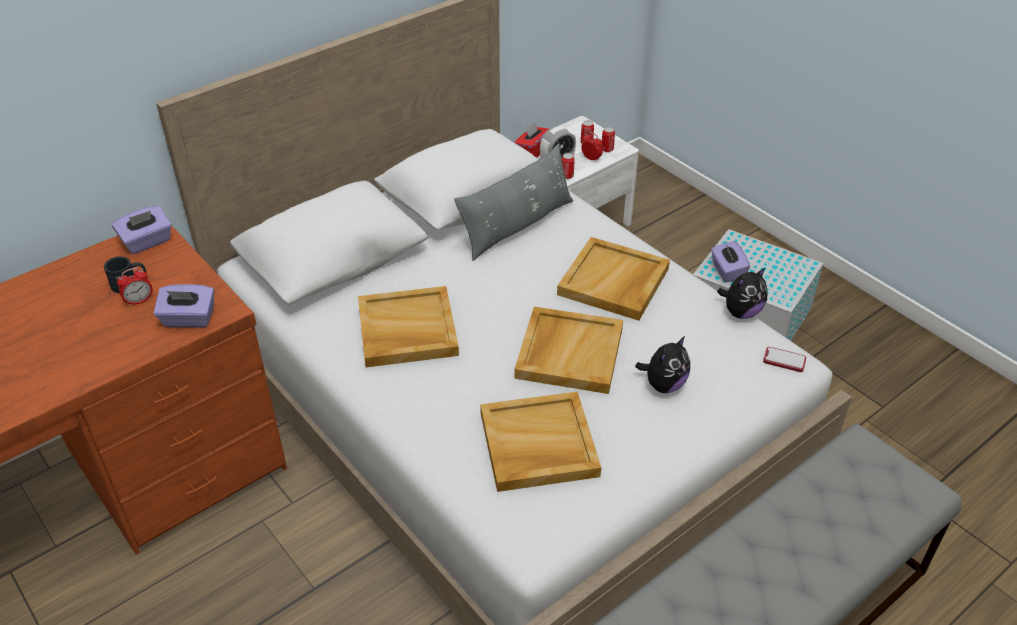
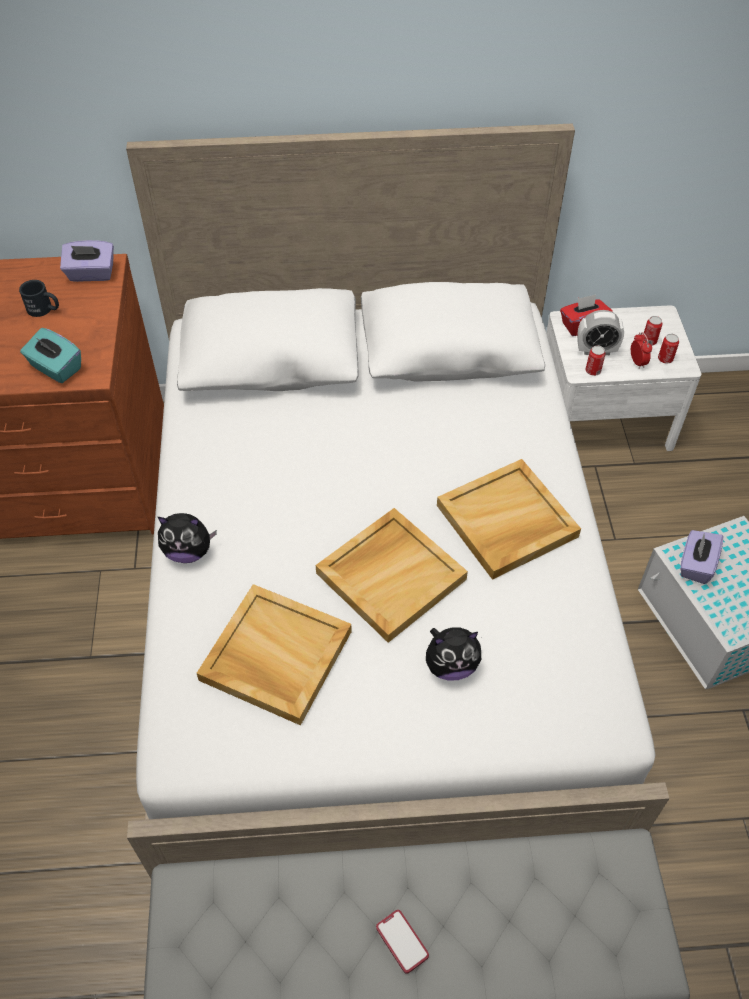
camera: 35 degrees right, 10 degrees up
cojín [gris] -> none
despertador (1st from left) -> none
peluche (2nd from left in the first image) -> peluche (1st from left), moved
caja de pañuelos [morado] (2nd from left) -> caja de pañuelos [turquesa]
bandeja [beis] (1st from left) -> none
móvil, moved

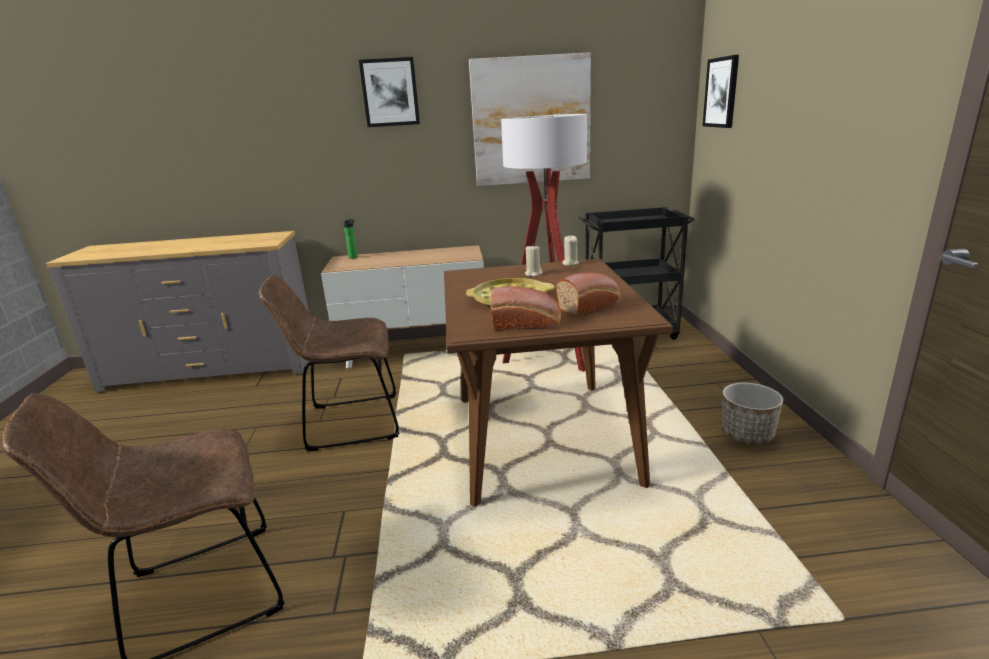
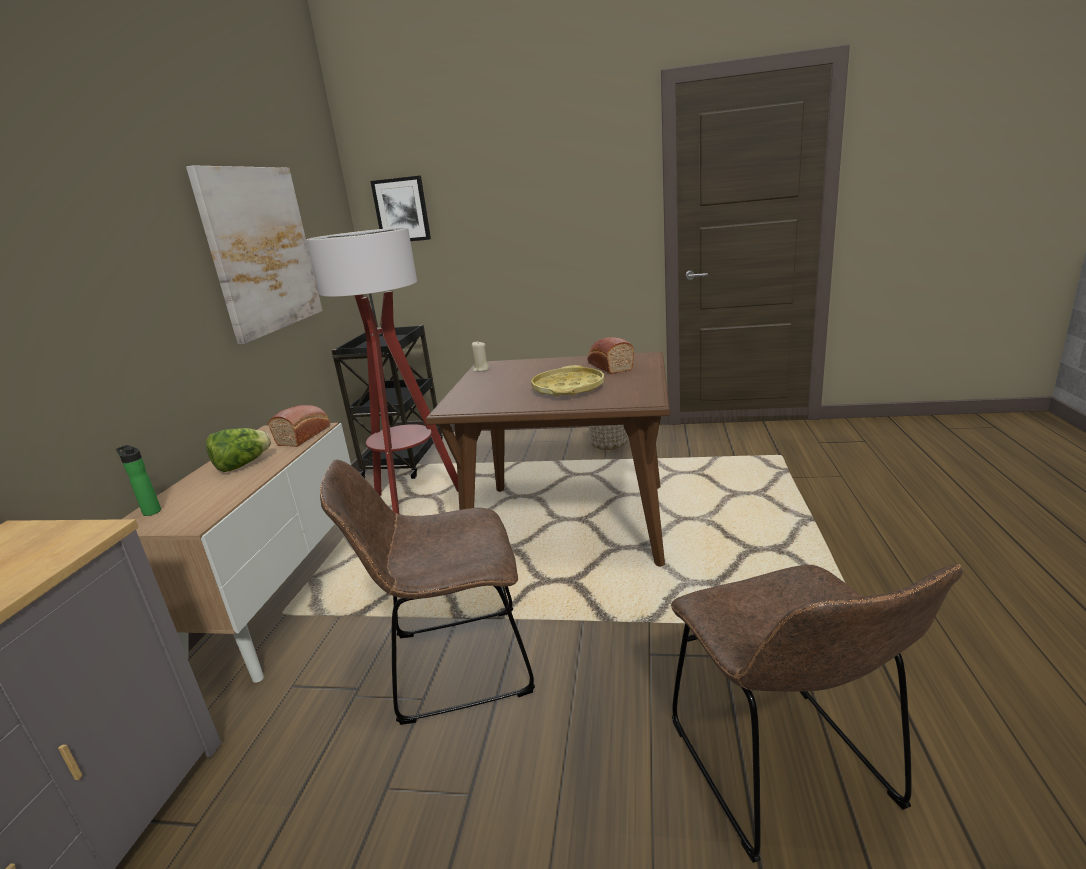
camera: 75 degrees left, 0 degrees up
cuadro (1st from left) -> none
vela [beis] (1st from left) -> none
silla [marrón] (2nd from left in the first image) -> silla [marrón] (1st from left), 75 degrees clockwise
pan (1st from left), moved
none -> lechuga

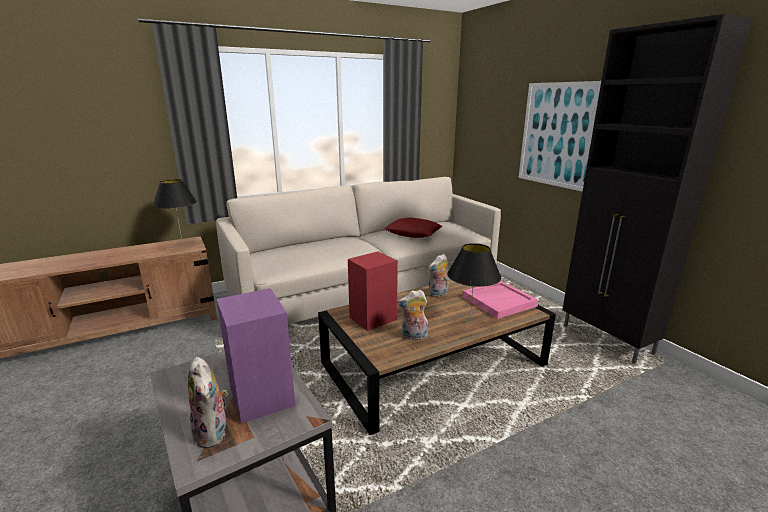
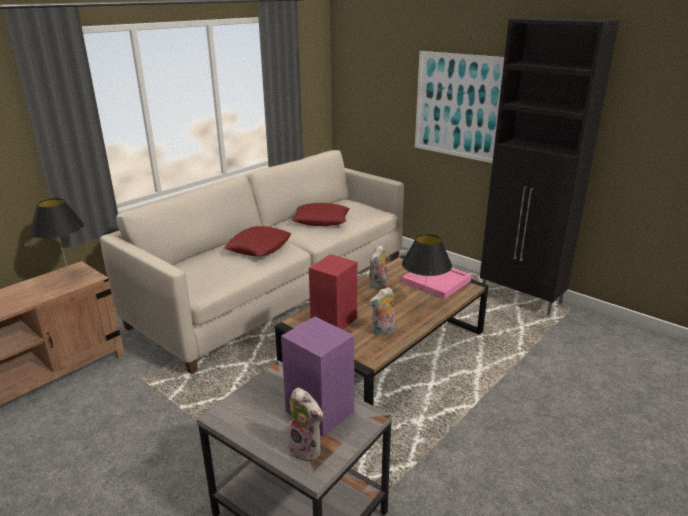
camera: 20 degrees left, 5 degrees up
none -> cojín [rojo] (1st from left)

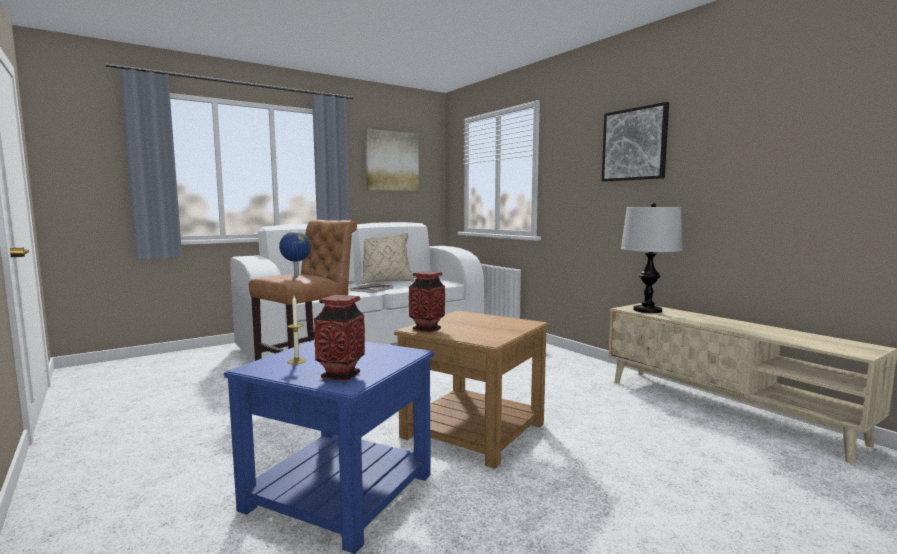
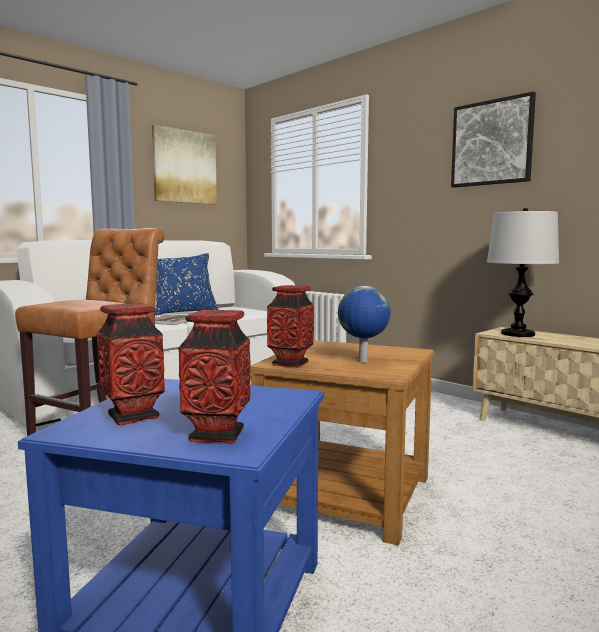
camera: 10 degrees left, 0 degrees up
globo terráqueo, moved
cojín [beis] -> cojín [azul]
vela -> florero (1st from left)

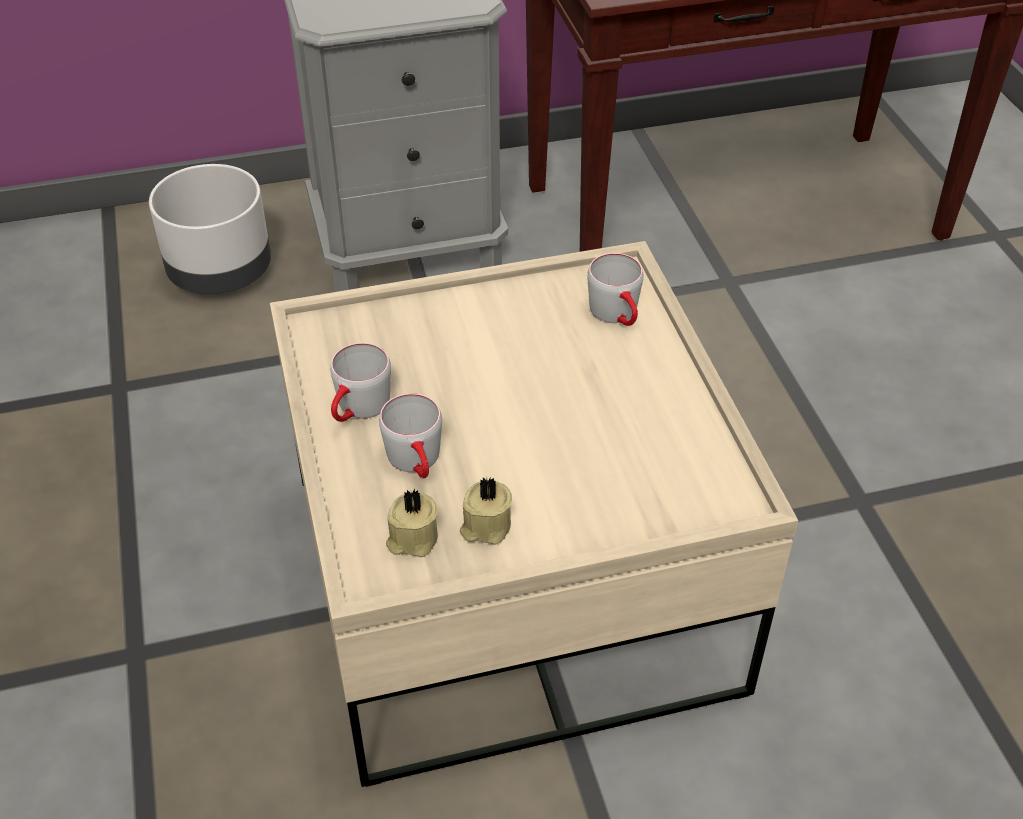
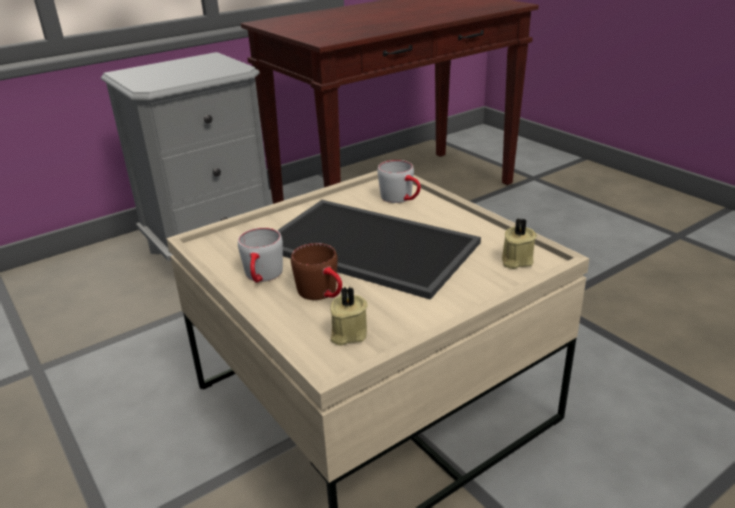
camera: 20 degrees left, 15 degrees down
maceta [gris] -> none
taza grande [gris] (2nd from left) -> taza grande [marrón]
vela [beis] (2nd from left), moved
none -> bandeja

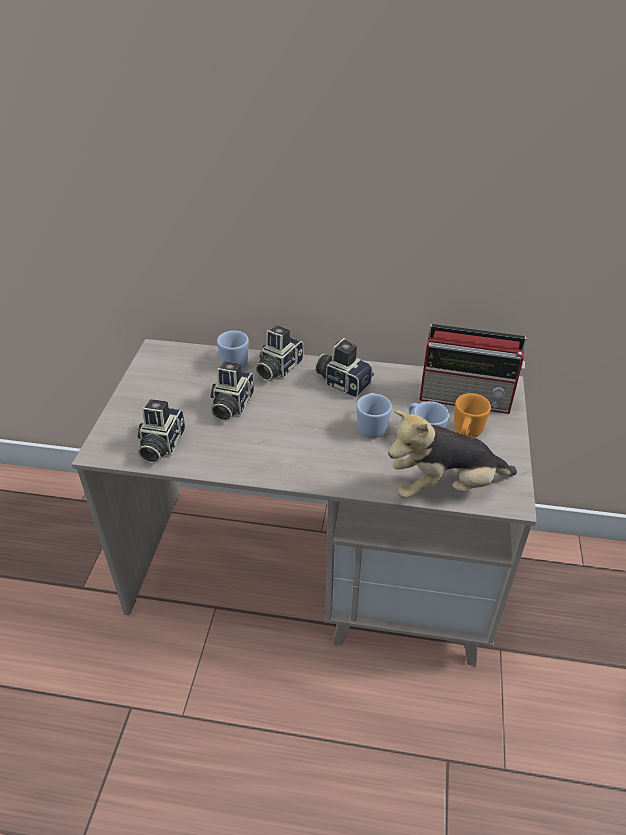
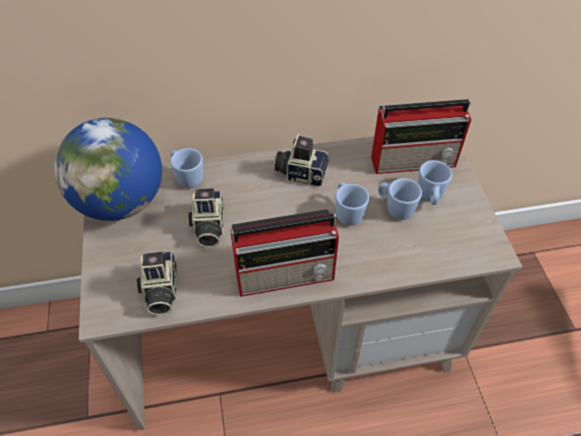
camera: 20 degrees left, 10 degrees up
cámara (3rd from left) -> none
taza grande [naranja] -> taza grande [azul] (4th from left)
peluche -> none
none -> globo terráqueo
none -> radio (1st from left)

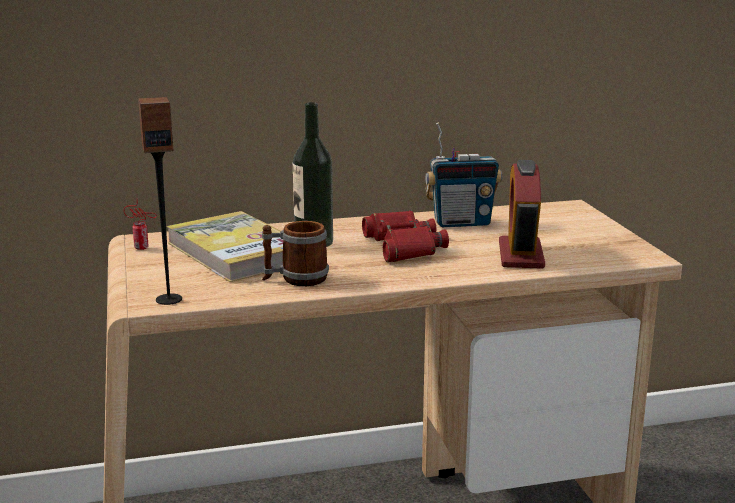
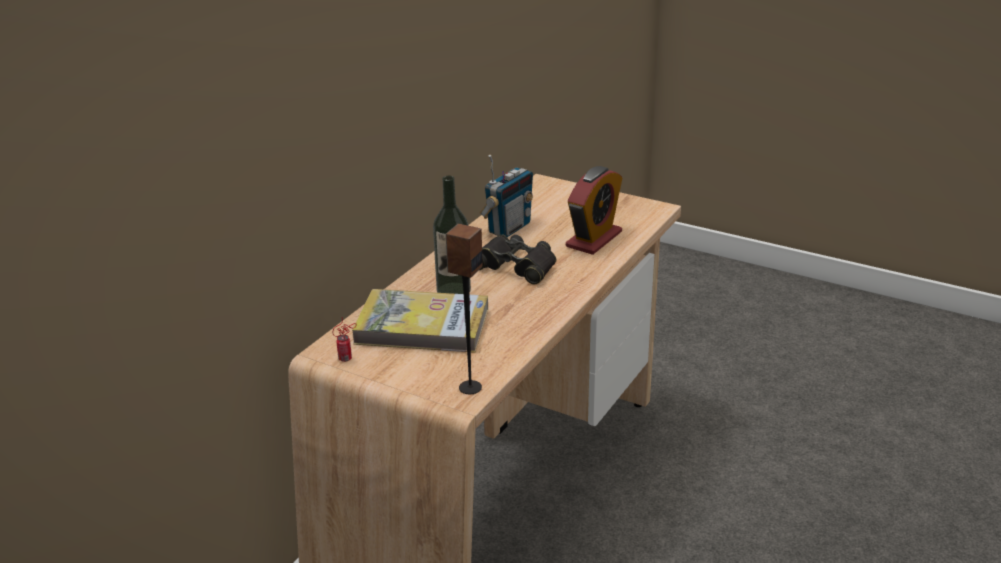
camera: 45 degrees left, 10 degrees up
despertador, 105 degrees counterclockwise
prismáticos [rojo] -> prismáticos [negro]
taza grande -> none

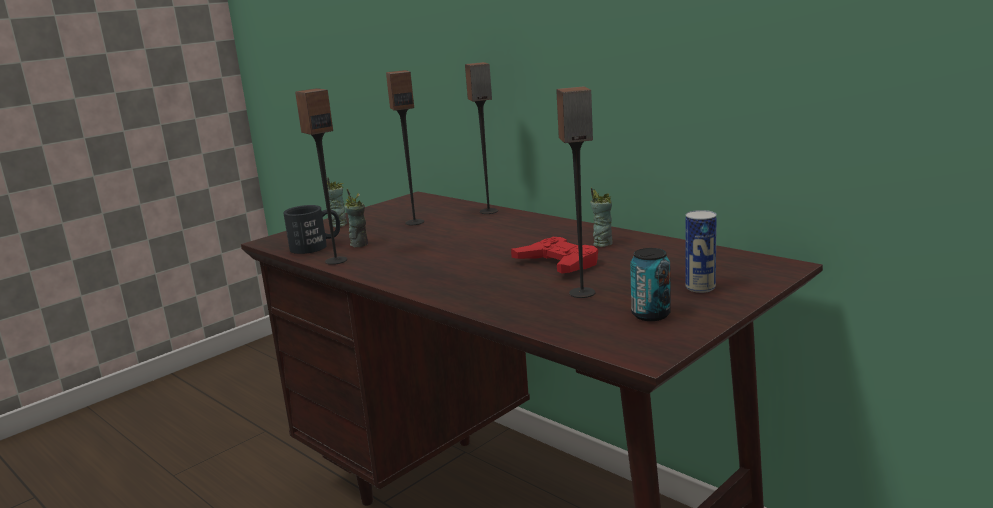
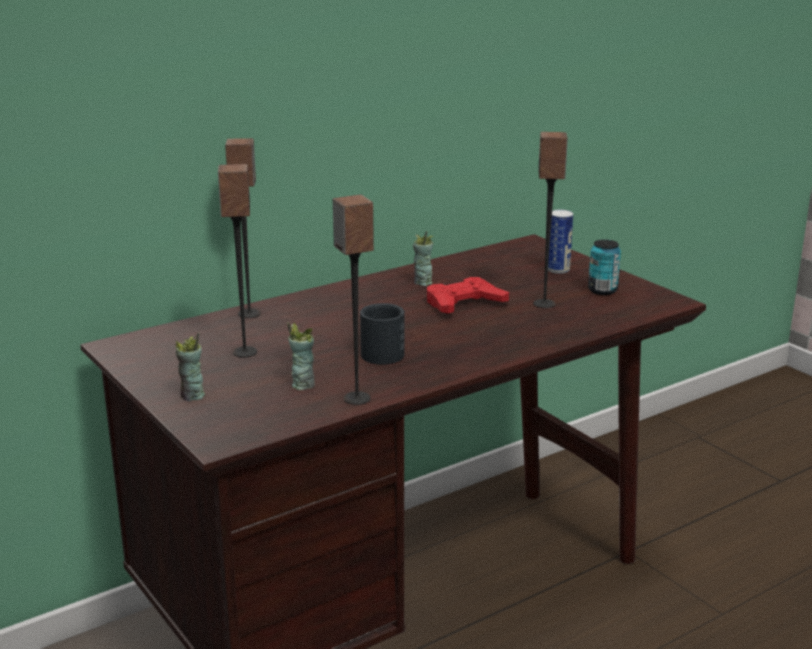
camera: 80 degrees left, 5 degrees up
taza grande [negro], moved

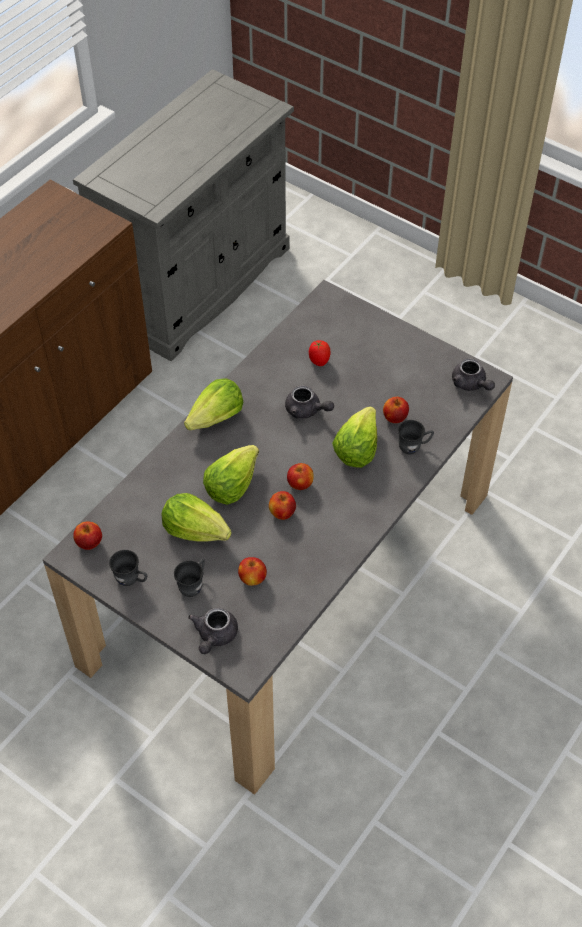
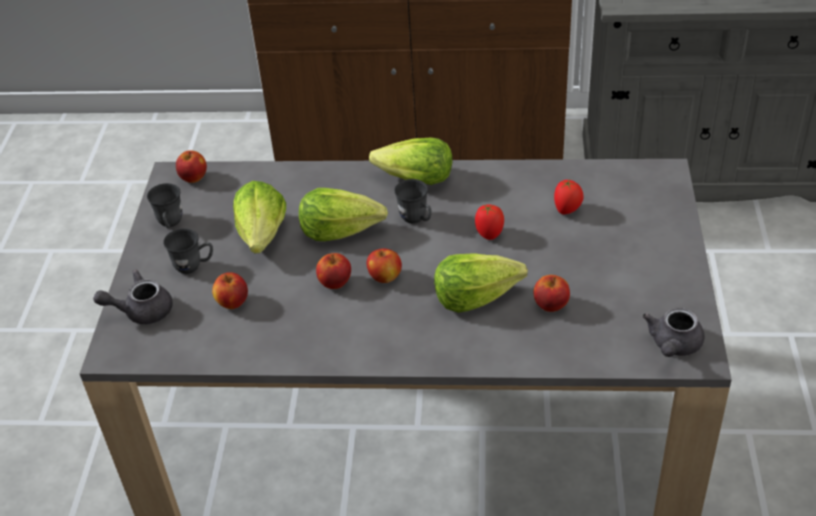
camera: 60 degrees right, 10 degrees down
tetera [gris] (2nd from left) -> tomate (1st from left)
taza grande [gris] (3rd from left), moved

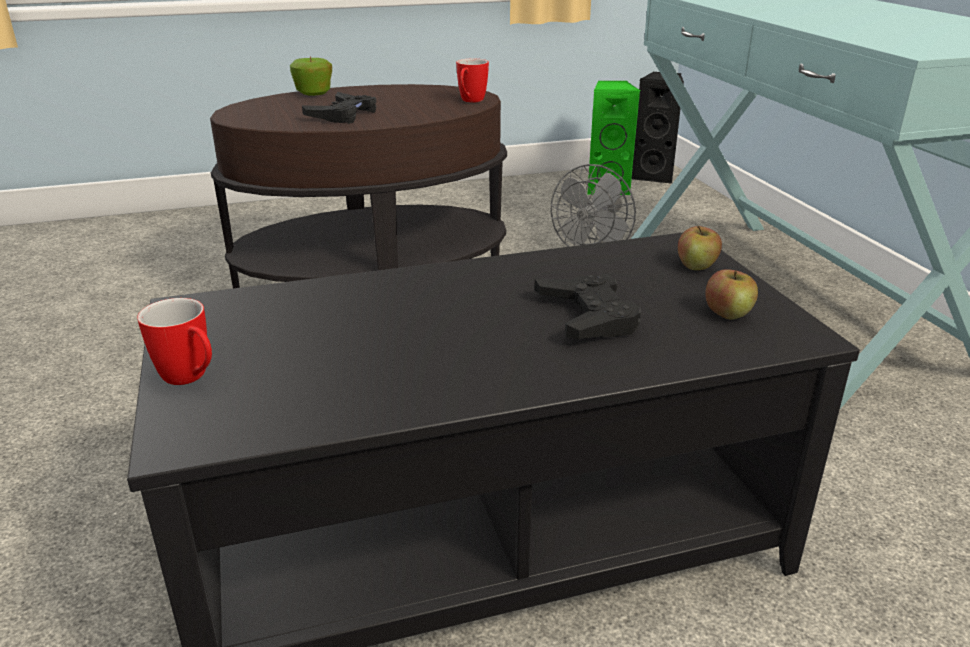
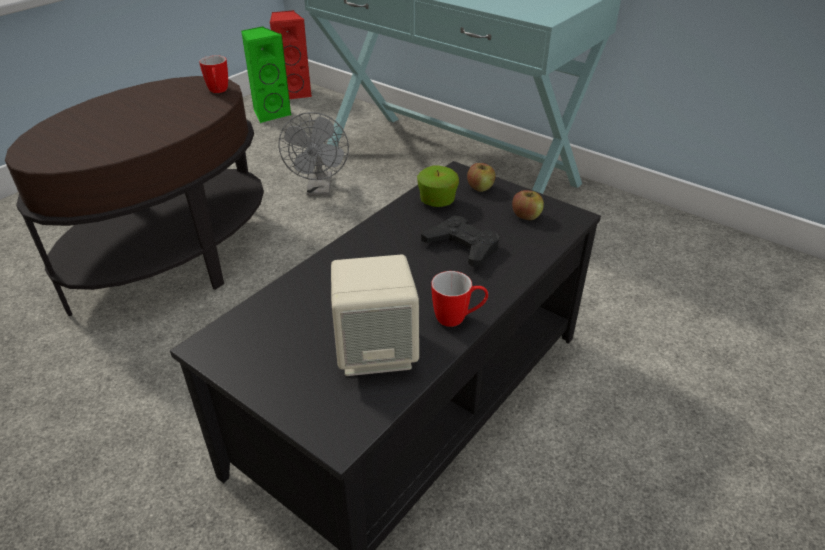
camera: 35 degrees left, 10 degrees up
manzana (1st from left), moved
altavoz [negro] -> altavoz [rojo]
mando de consola [negro] (1st from left) -> none
taza grande (1st from left in the first image) -> taza grande (2nd from left), moved
none -> altavoz [beis]

